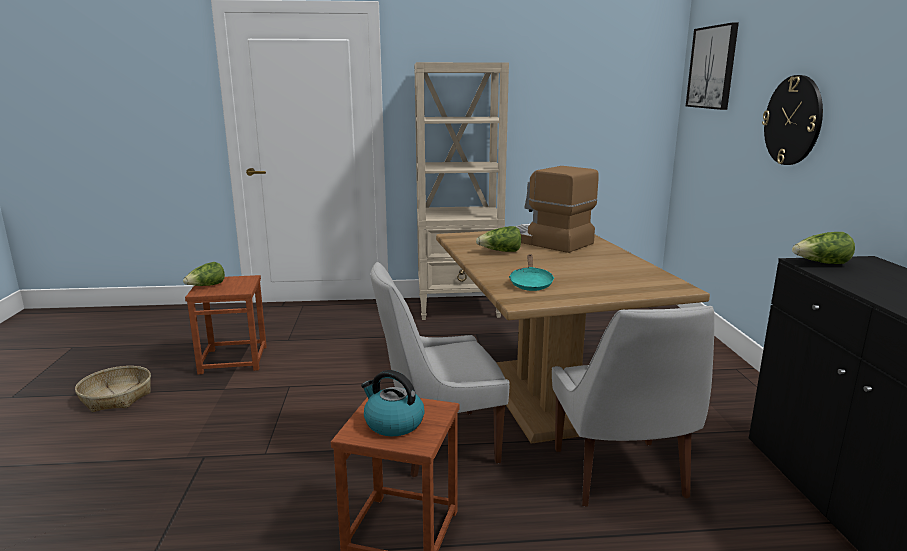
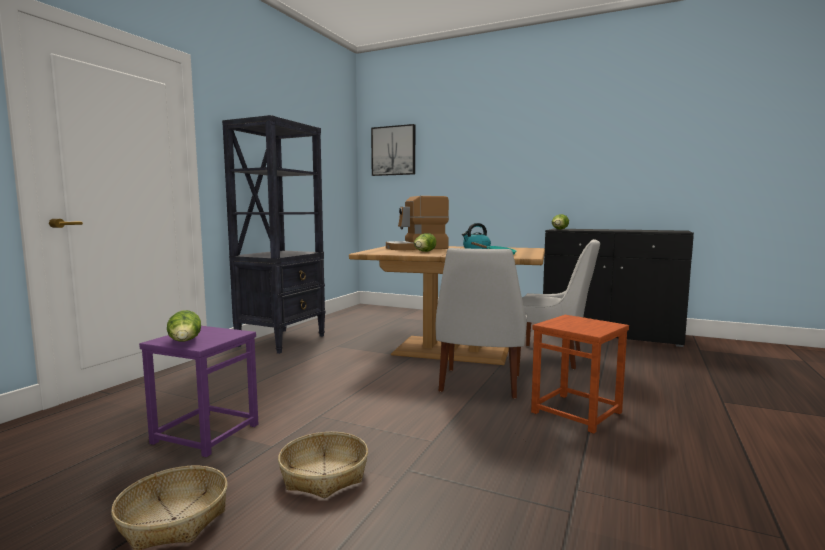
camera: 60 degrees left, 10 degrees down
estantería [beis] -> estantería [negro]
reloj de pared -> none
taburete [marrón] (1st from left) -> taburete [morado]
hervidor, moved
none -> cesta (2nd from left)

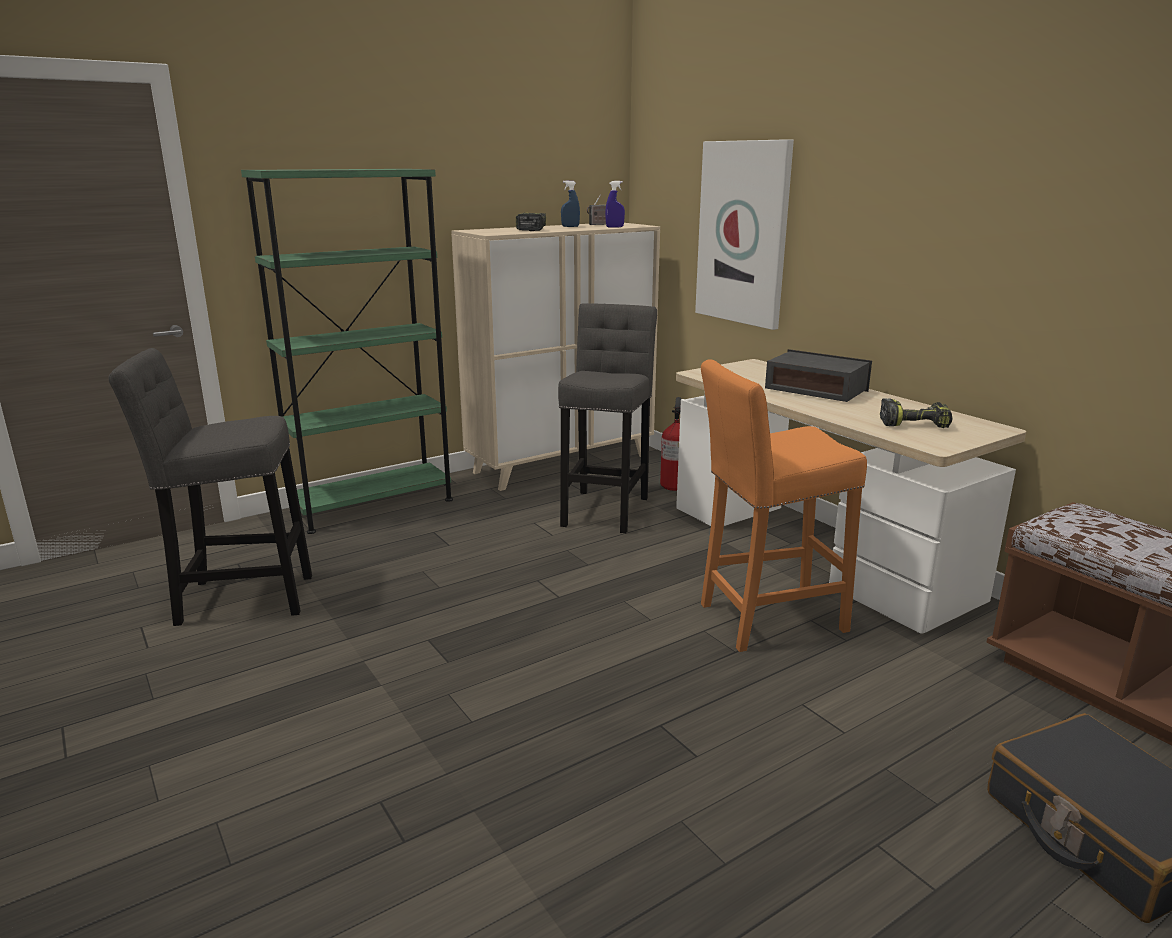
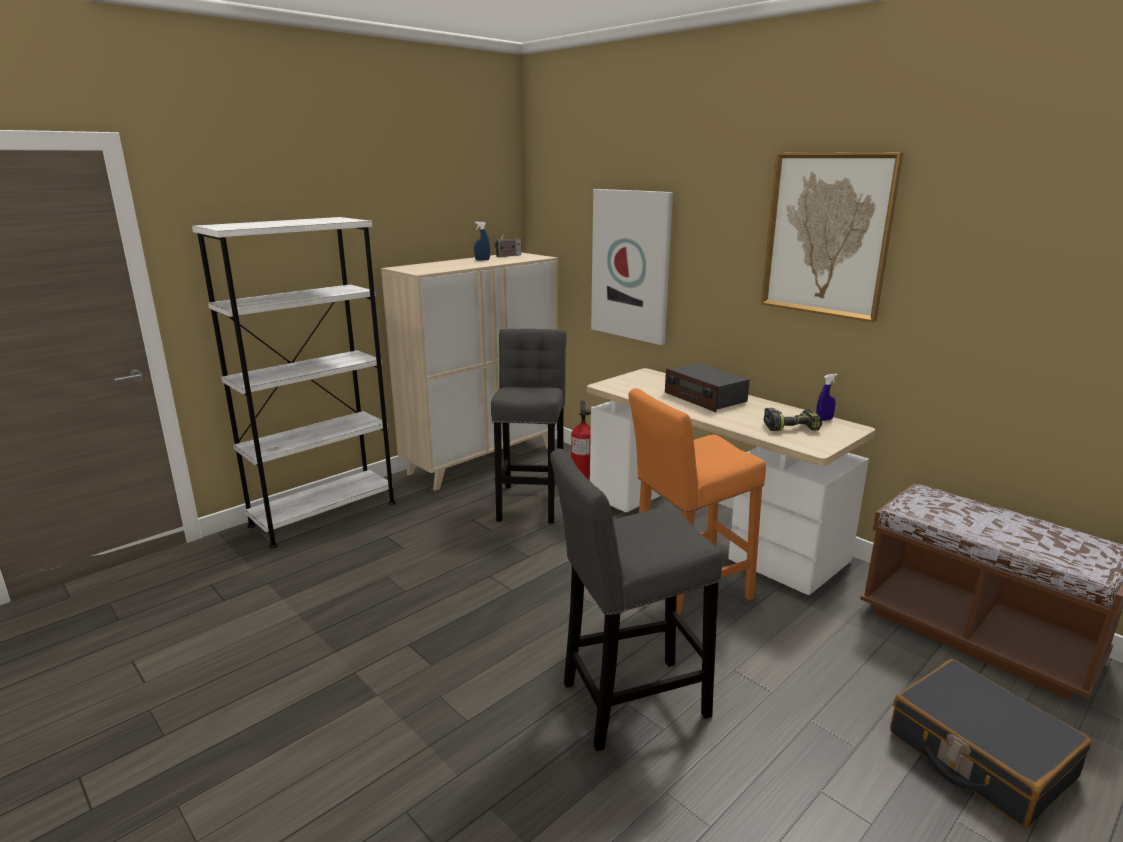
camera: 10 degrees left, 0 degrees up
estantería [verde] -> estantería [blanco]
pulverizador [azul] (2nd from left), moved
taladro (1st from left) -> none
taburete [gris] (1st from left in the first image) -> taburete [gris] (2nd from left), moved
radio (2nd from left), 150 degrees counterclockwise
none -> cuadro (2nd from left)

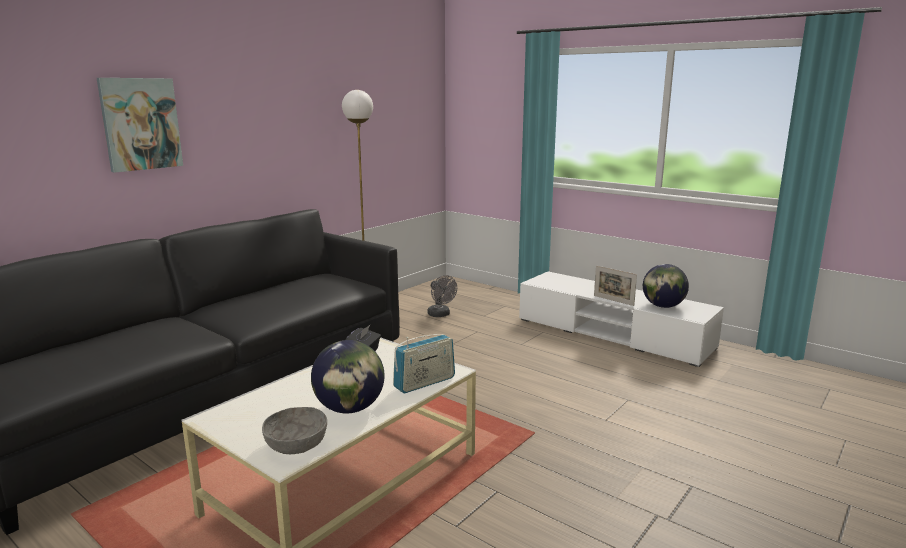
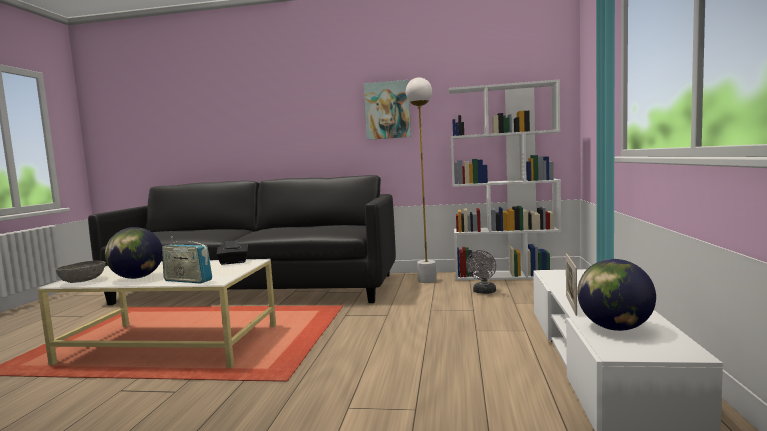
camera: 60 degrees right, 10 degrees down
cuadro, moved
none -> estantería [blanco]

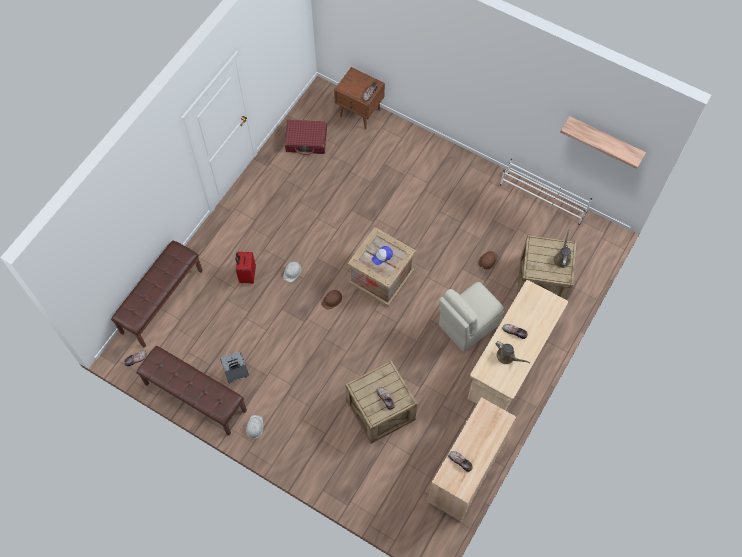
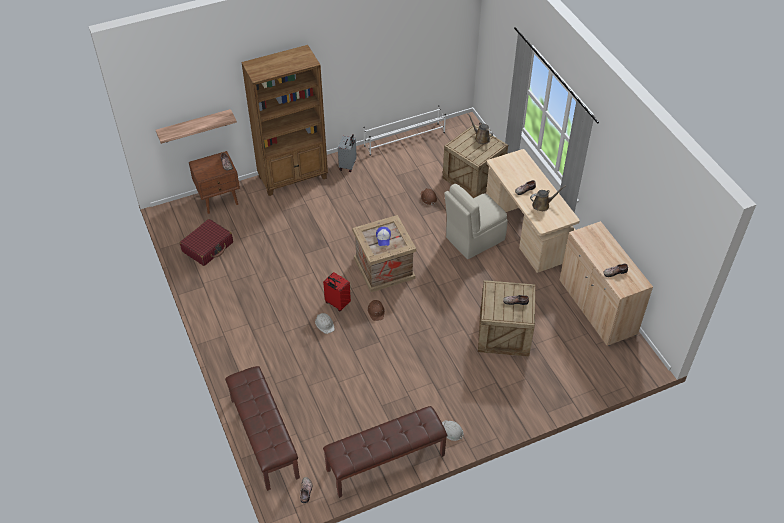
camera: 55 degrees left, 15 degrees down
estante, moved
maleta [rojo] (1st from left in the first image) -> maleta [rojo] (2nd from left), moved
silla [beis], 60 degrees clockwise
maleta [gris], moved
none -> estantería [marrón]

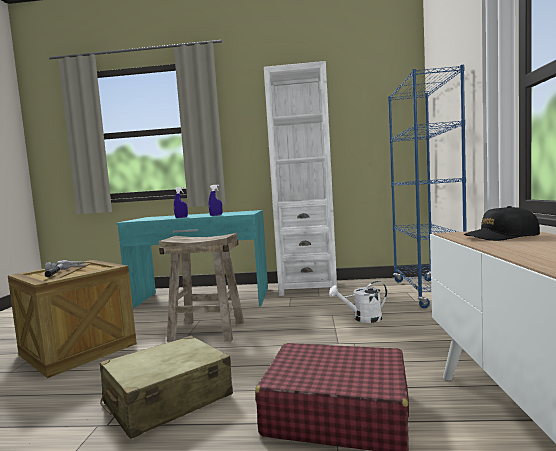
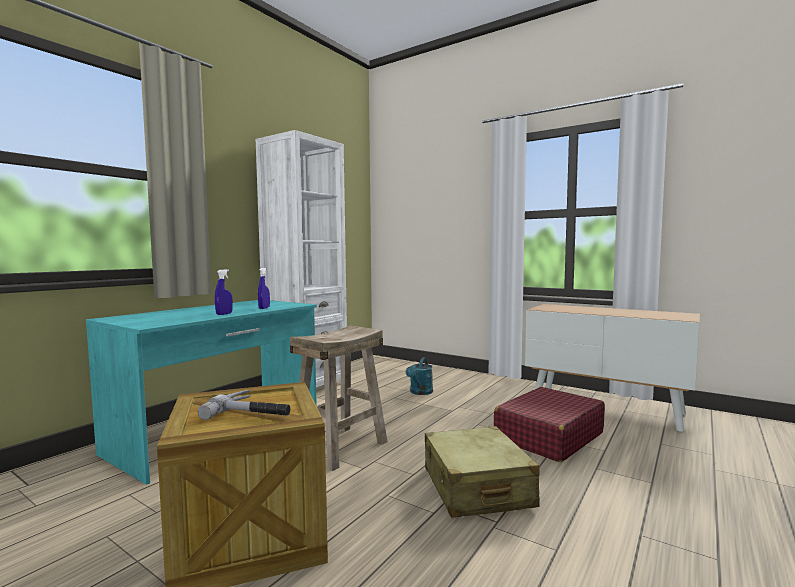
camera: 60 degrees left, 0 degrees up
estantería [azul] -> none
gorra [negro] -> none
regadera [blanco] -> regadera [turquesa]

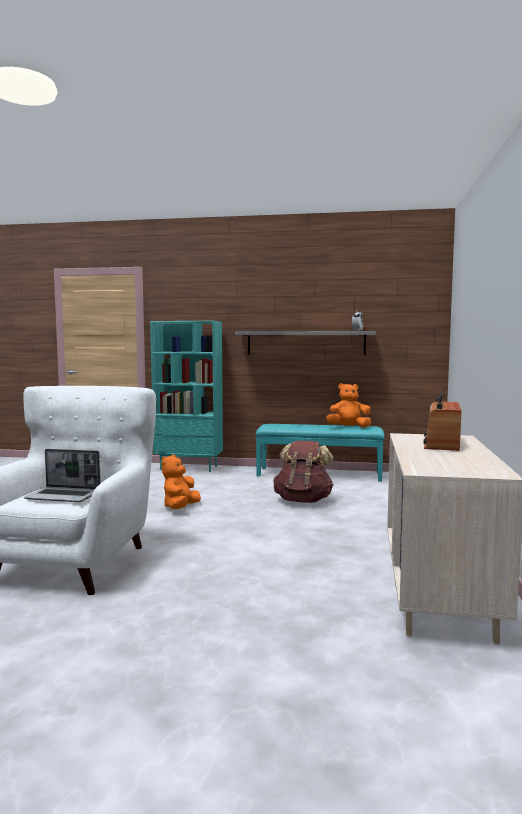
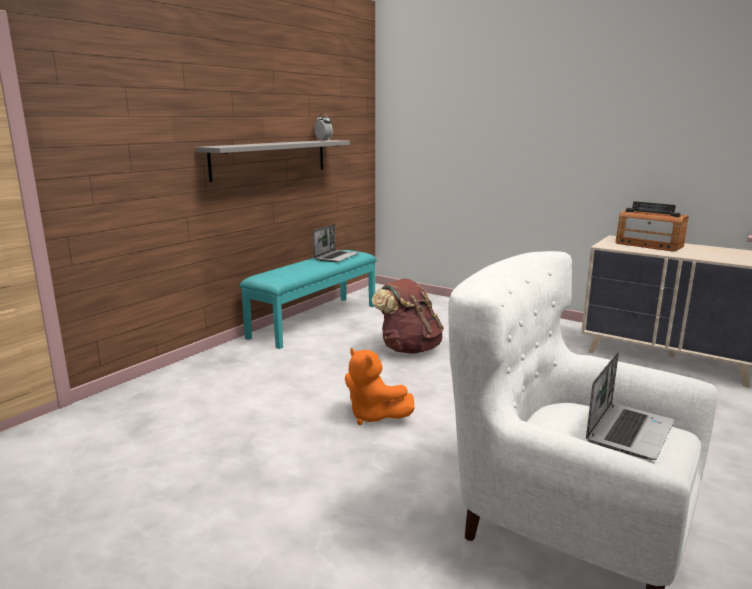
camera: 65 degrees left, 10 degrees up
estantería [turquesa] -> none
peluche [naranja] (2nd from left) -> portátil (1st from left)

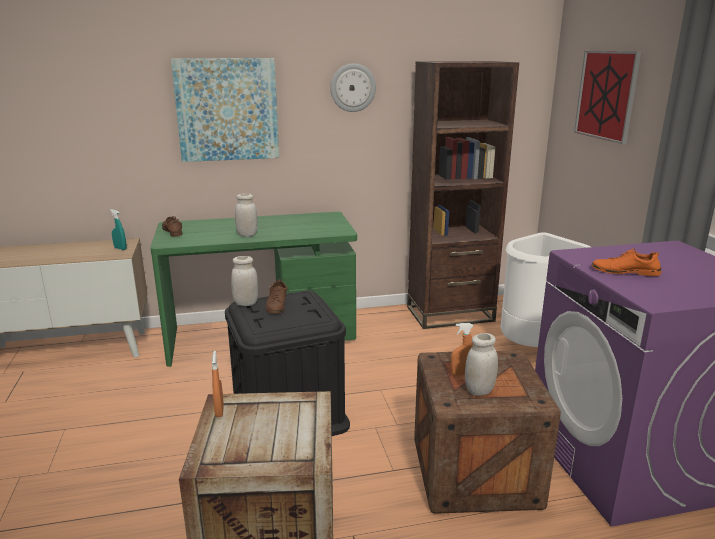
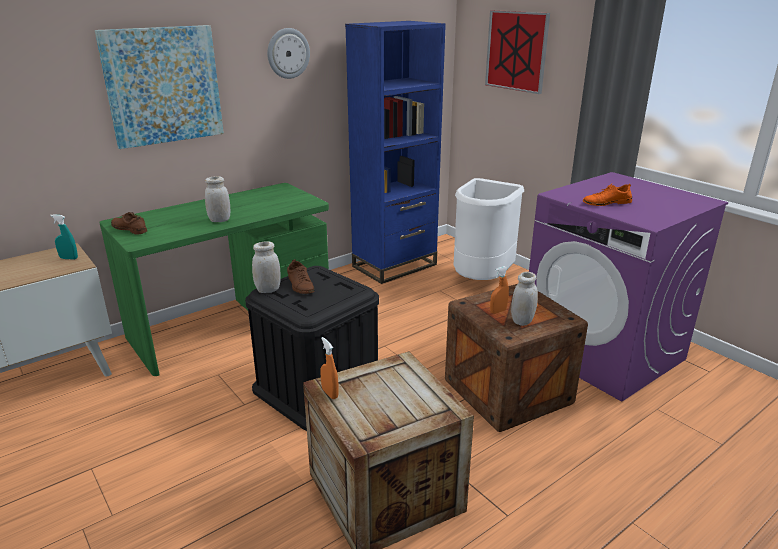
camera: 25 degrees left, 5 degrees up
estantería [marrón] -> estantería [azul]

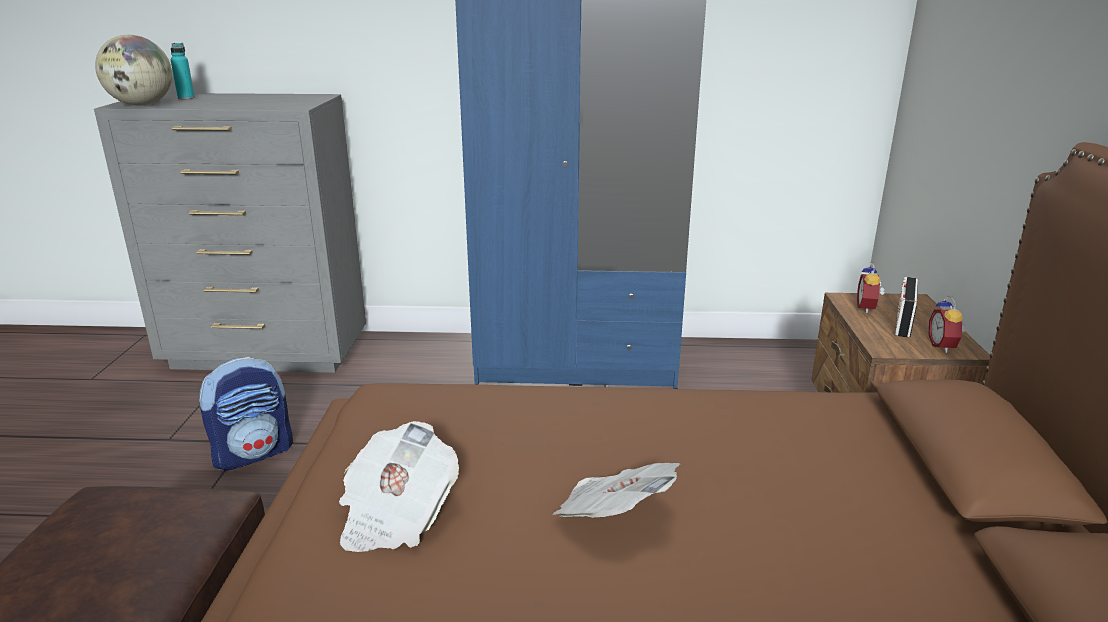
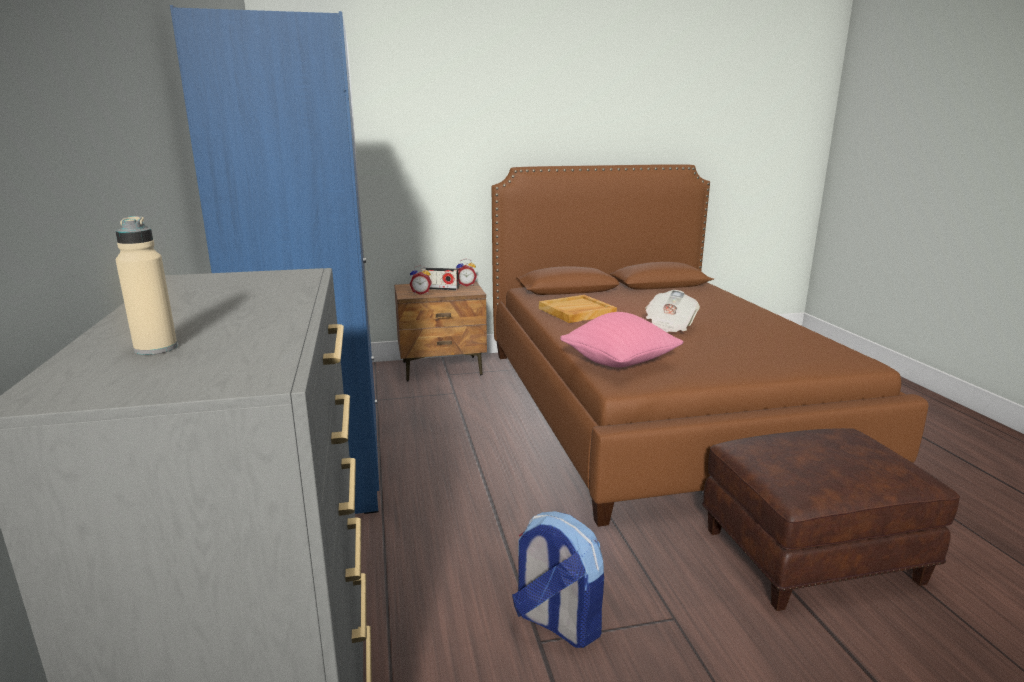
camera: 105 degrees left, 5 degrees down
globo terráqueo -> none
botella [turquesa] -> botella [beis]
periódico (1st from left) -> none
none -> bandeja [beis]
none -> cojín [rosa]

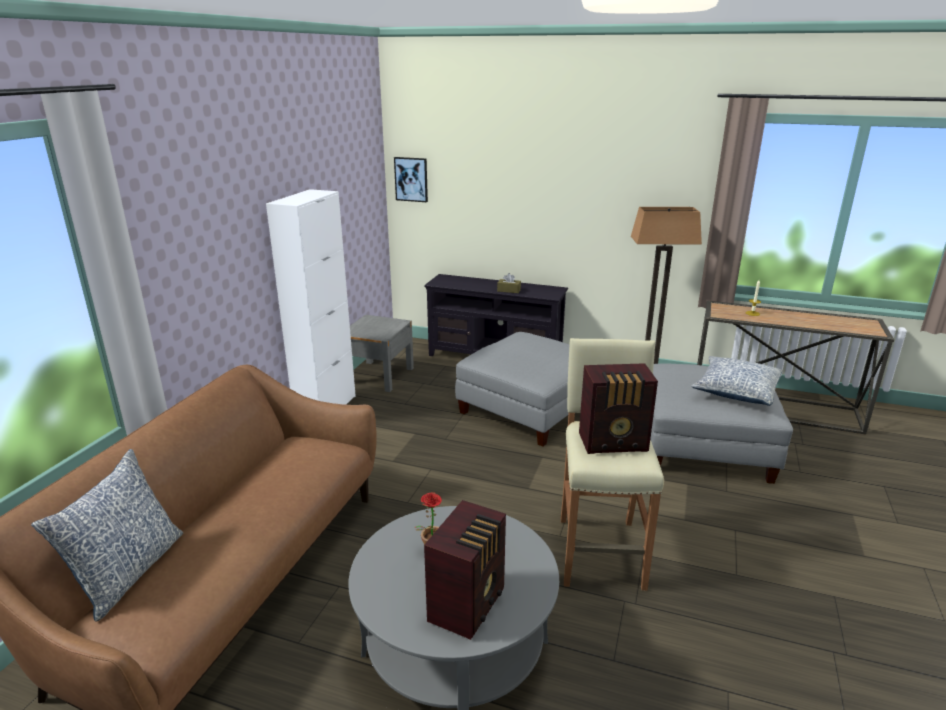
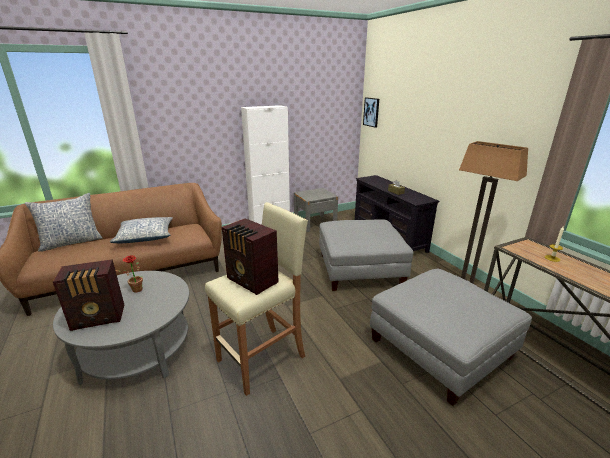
camera: 45 degrees right, 0 degrees up
cojín (2nd from left), moved

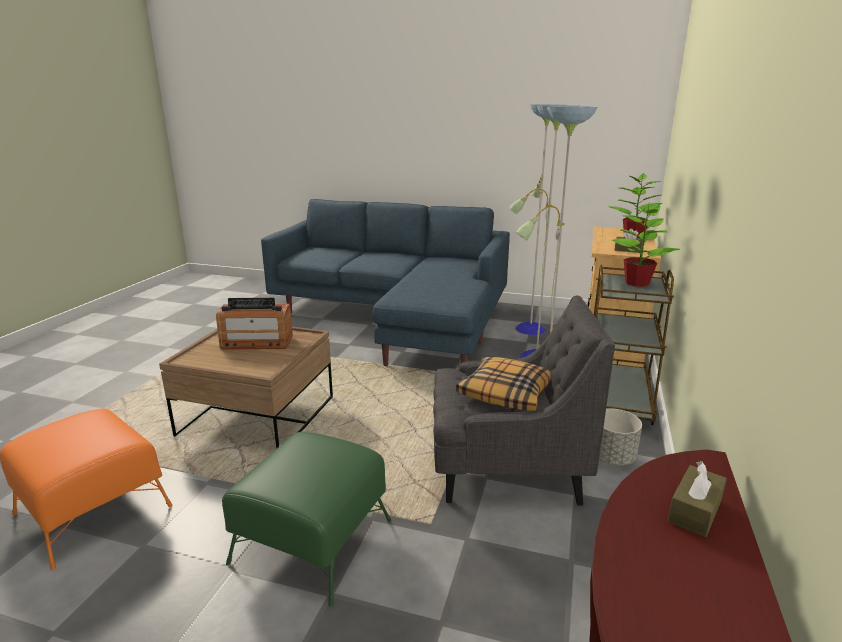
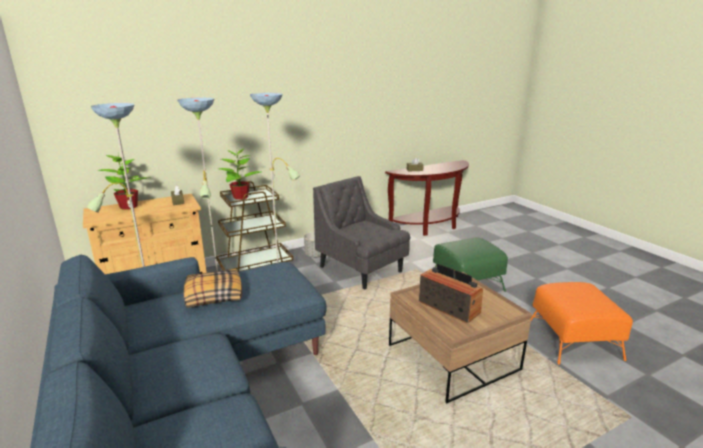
camera: 135 degrees left, 0 degrees up
cojín, moved

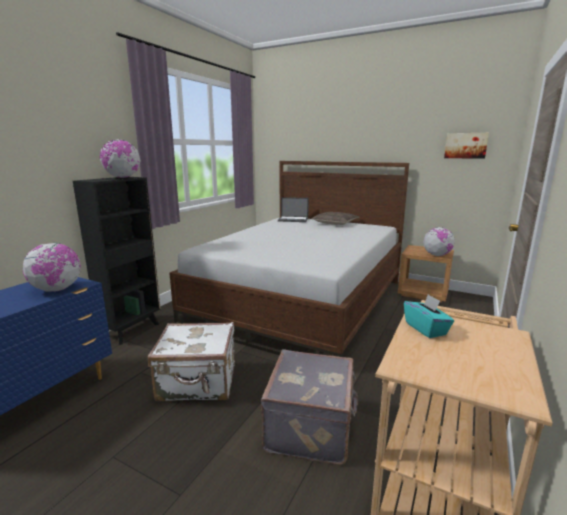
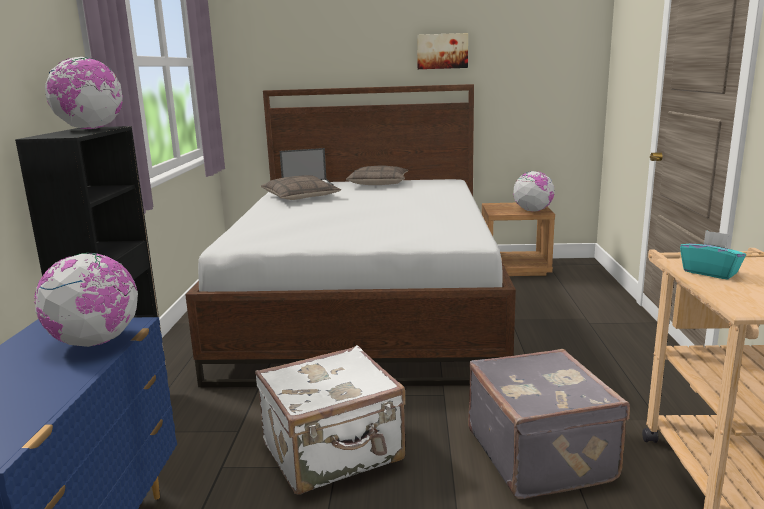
camera: 25 degrees left, 0 degrees up
cuadro, moved
none -> cojín (1st from left)

